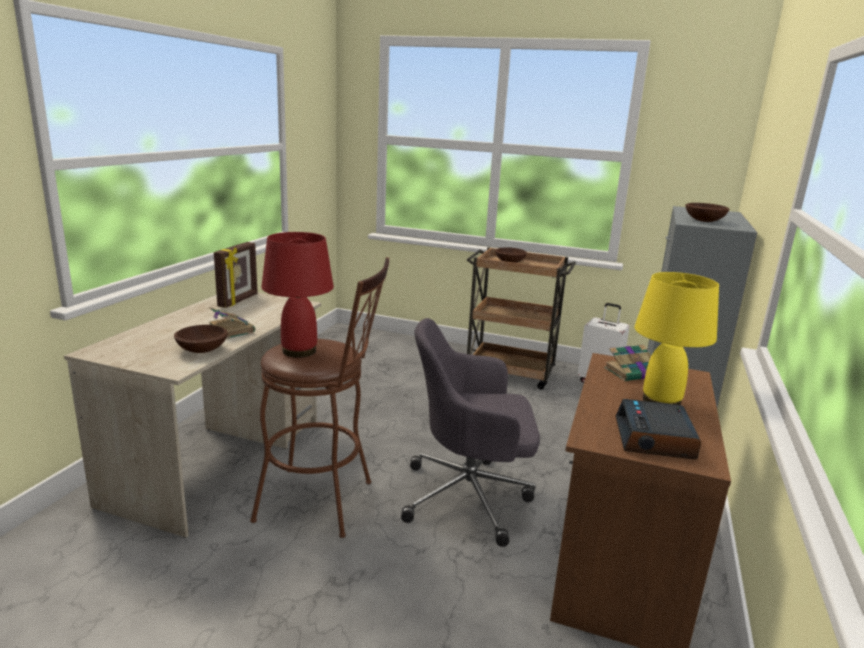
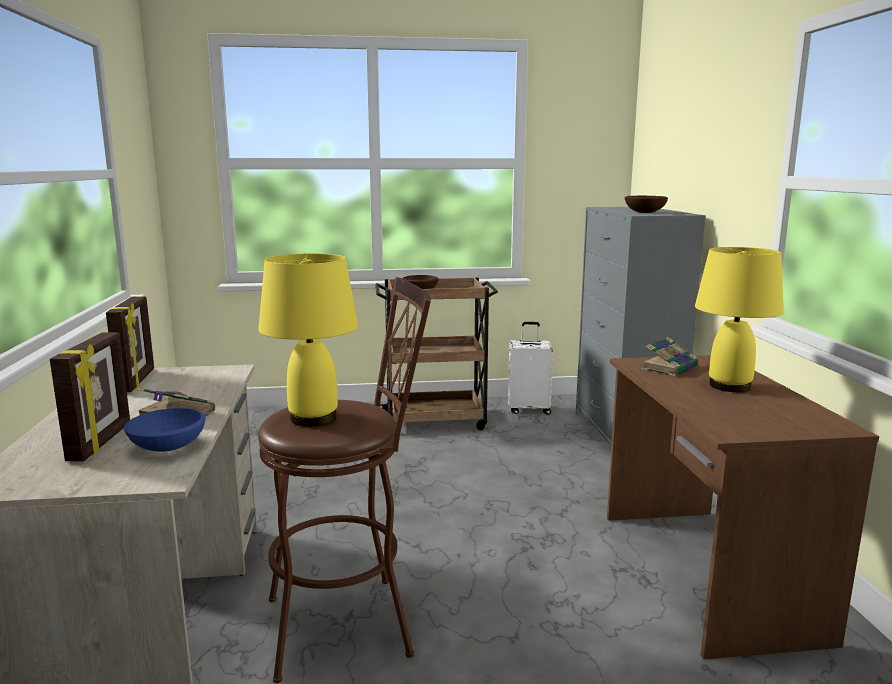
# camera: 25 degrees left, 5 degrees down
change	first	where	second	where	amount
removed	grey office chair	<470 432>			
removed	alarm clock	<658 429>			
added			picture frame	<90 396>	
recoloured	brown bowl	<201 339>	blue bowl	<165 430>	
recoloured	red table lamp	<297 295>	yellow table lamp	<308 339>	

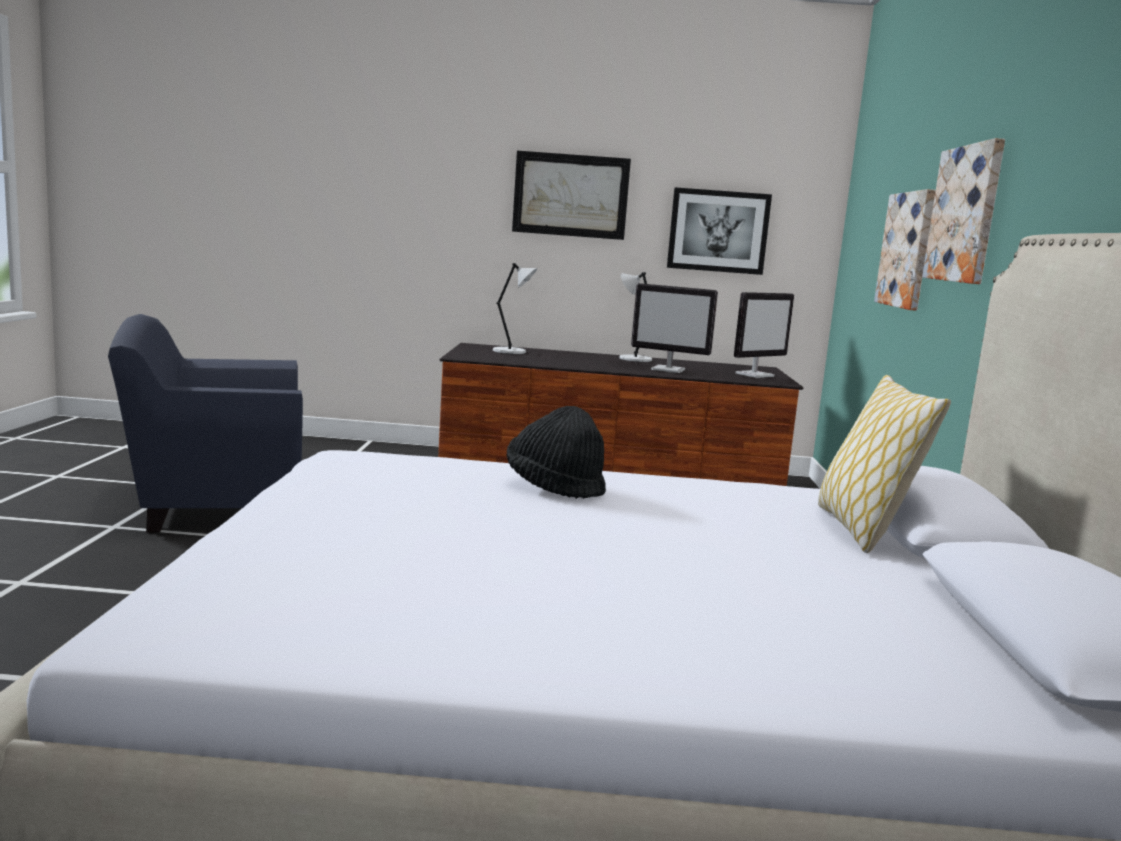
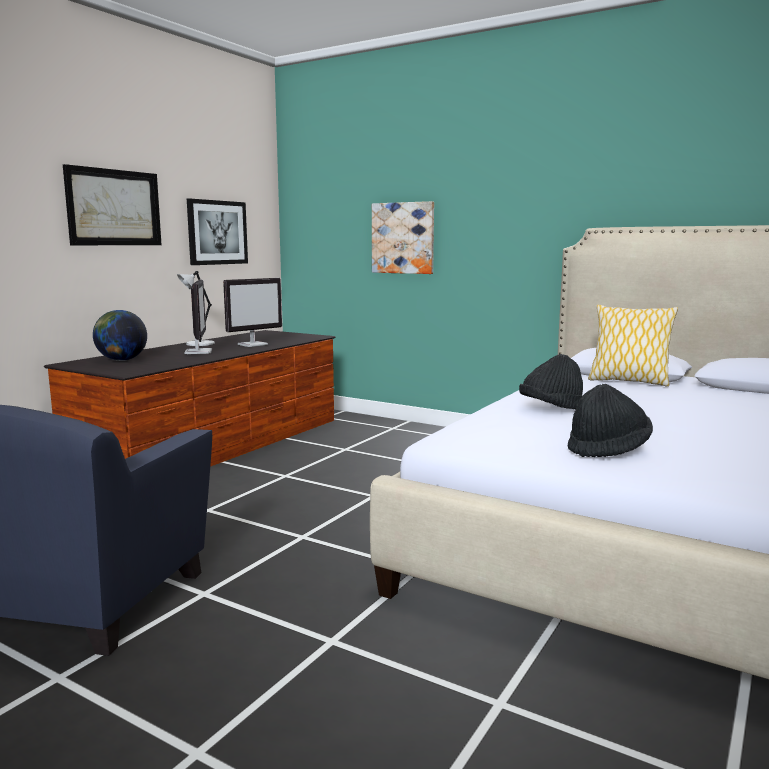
# camera: 60 degrees left, 0 degrees up
change	first	where	second	where	amount
removed	picture	<963 211>			
added			black hat	<610 420>	
moved	monitor	<764 335>		<198 317>	
replaced	grey table lamp	<515 308>	globe	<120 335>	

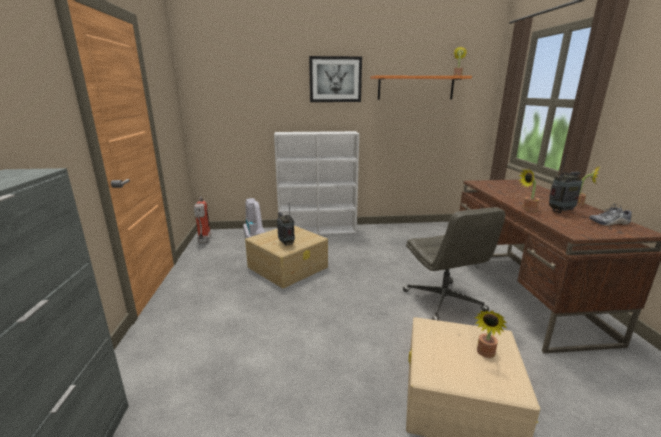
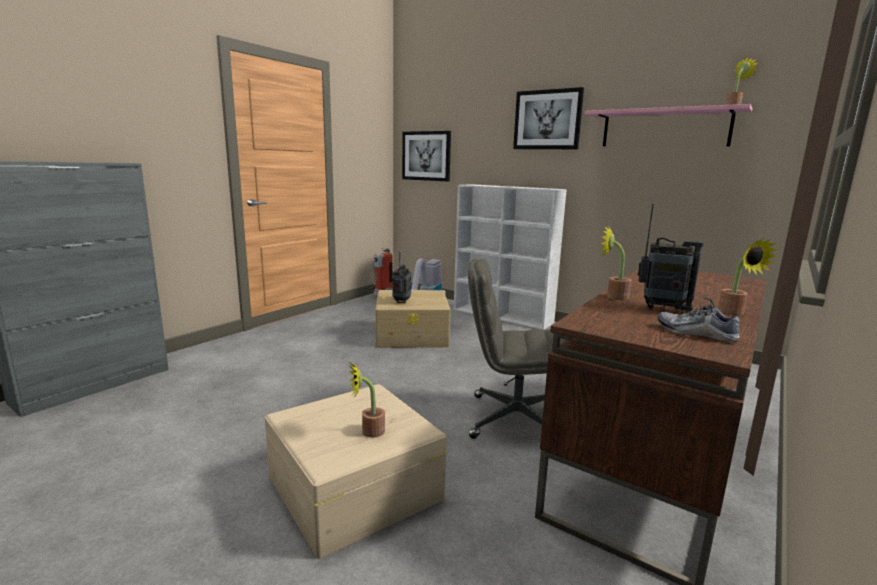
# camera: 40 degrees right, 5 degrees down
change	first	where	second	where	amount
added			picture	<426 156>	
recoloured	orange shelf	<421 88>	pink shelf	<668 125>	
turned	grey office chair	<454 264>		<517 348>	75 degrees clockwise

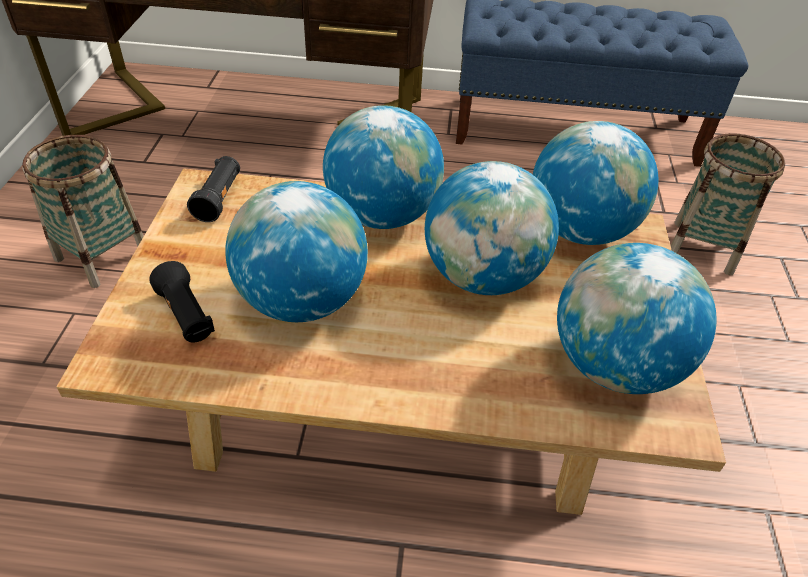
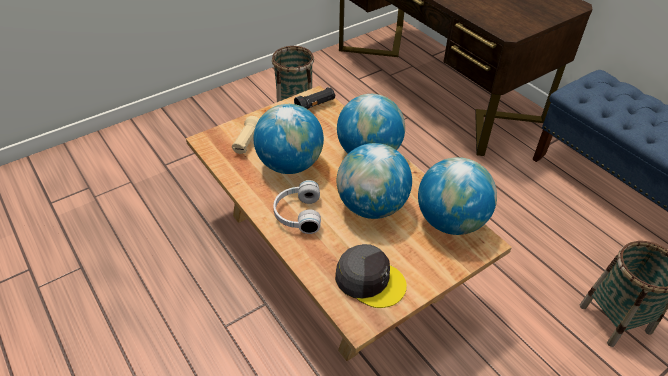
# camera: 50 degrees right, 0 degrees up
change	first	where	second	where	amount
added			white headphones	<297 207>	
replaced	globe	<636 318>	grey cap	<371 276>	
recoloured	black flashlight	<182 301>	beige flashlight	<245 135>	

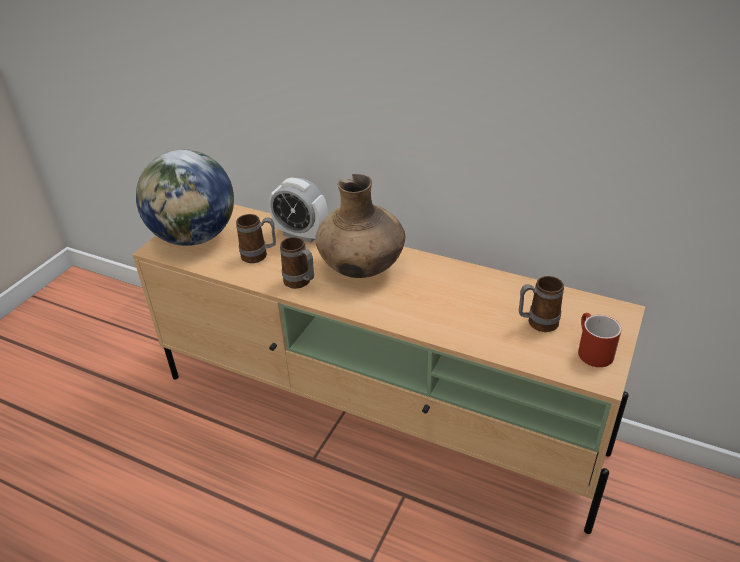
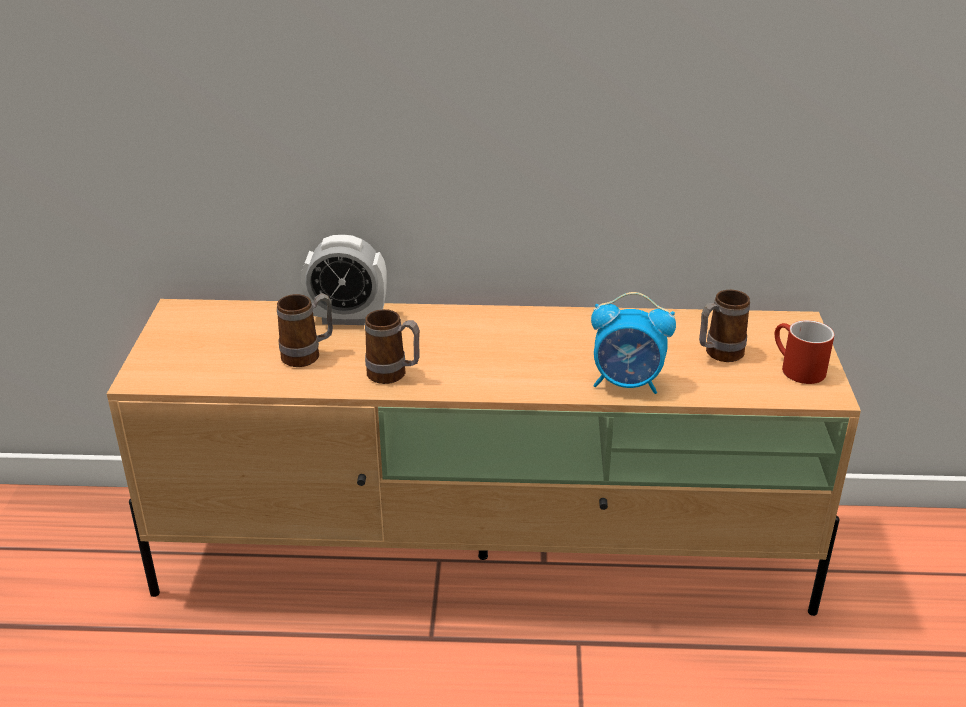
# camera: 25 degrees left, 5 degrees down
change	first	where	second	where	amount
removed	globe	<185 197>			
removed	brown vase	<360 226>			
added			alarm clock	<633 343>	

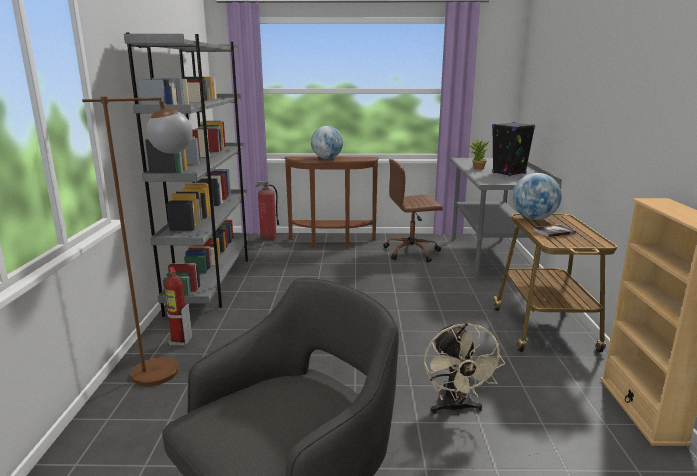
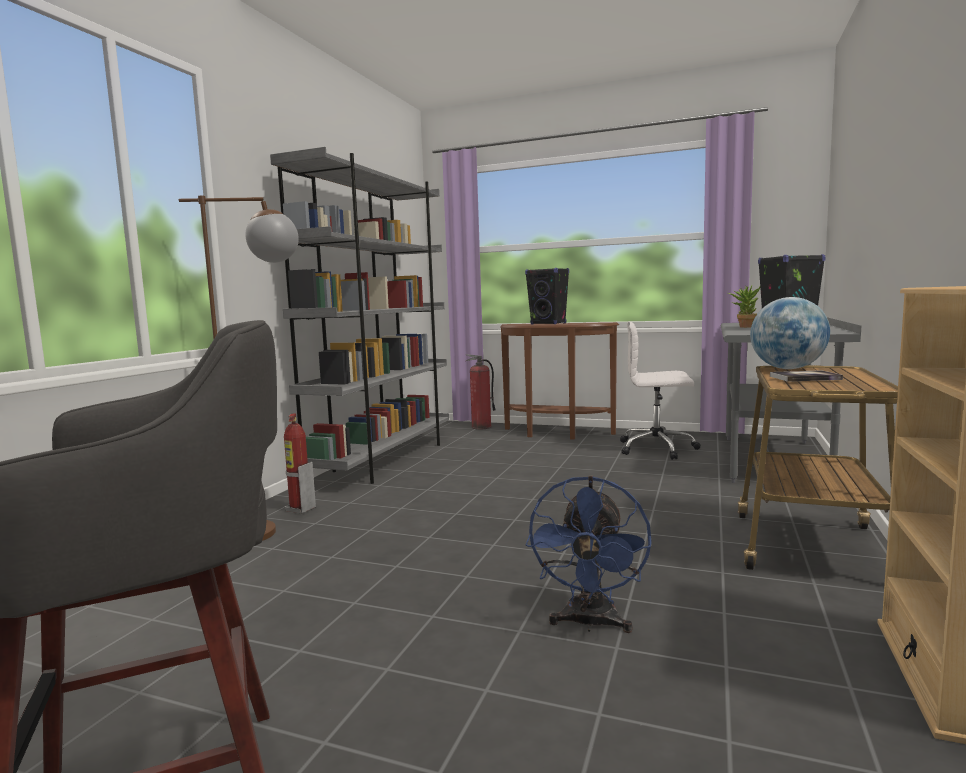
# camera: 20 degrees right, 10 degrees down
change	first	where	second	where	amount
replaced	globe	<327 142>	black speaker	<547 296>	
recoloured	brown office chair	<413 210>	white office chair	<660 390>	
recoloured	beige fan	<464 369>	blue fan	<588 554>	

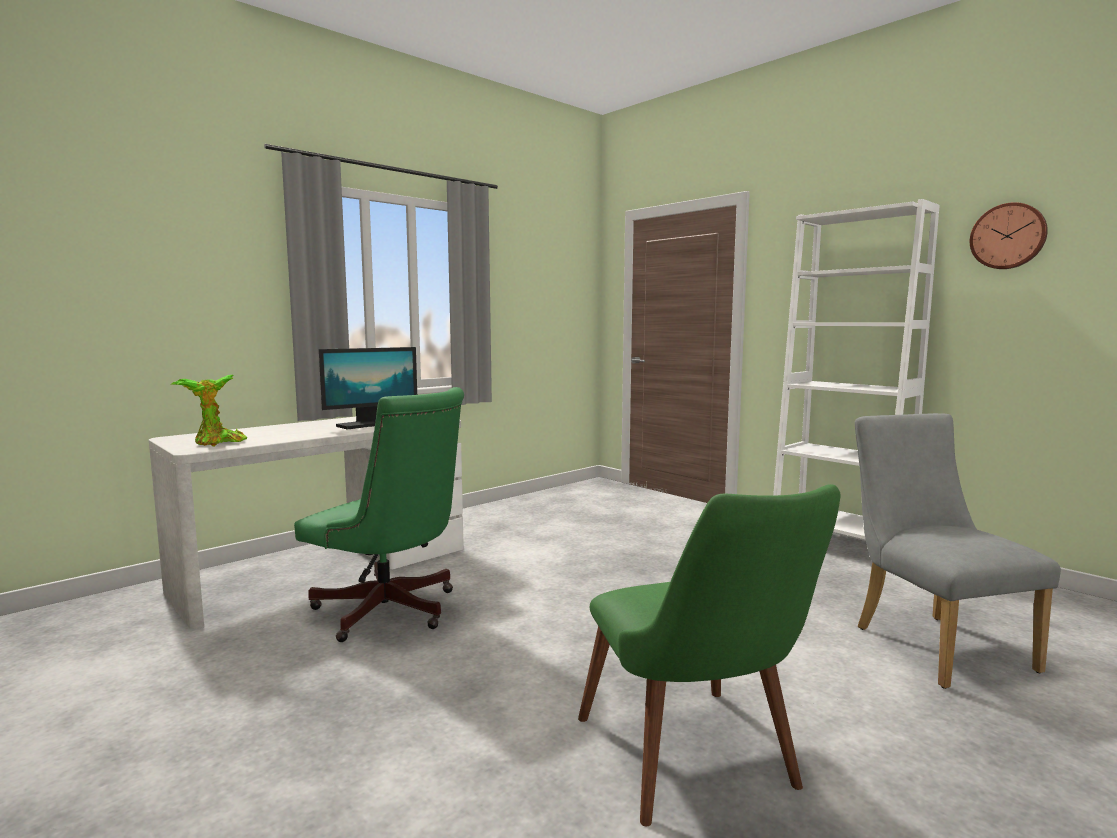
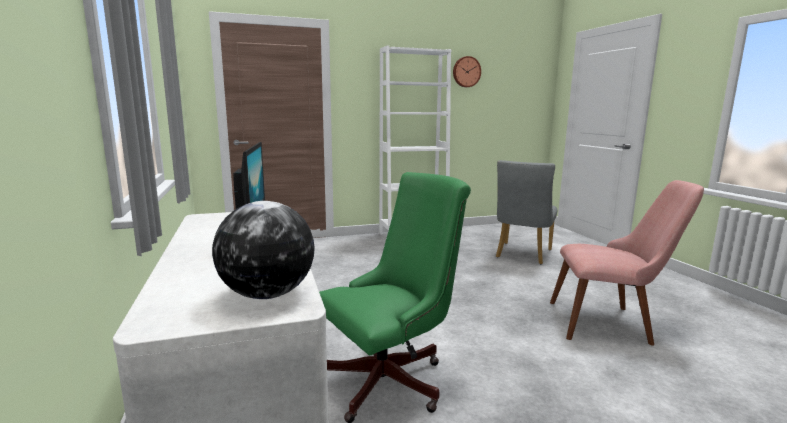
# camera: 65 degrees left, 5 degrees up
change	first	where	second	where	amount
replaced	potted plant	<209 411>	globe	<263 250>	
recoloured	green chair	<709 655>	pink chair	<627 263>	
turned	grey chair	<958 551>		<526 212>	75 degrees counterclockwise

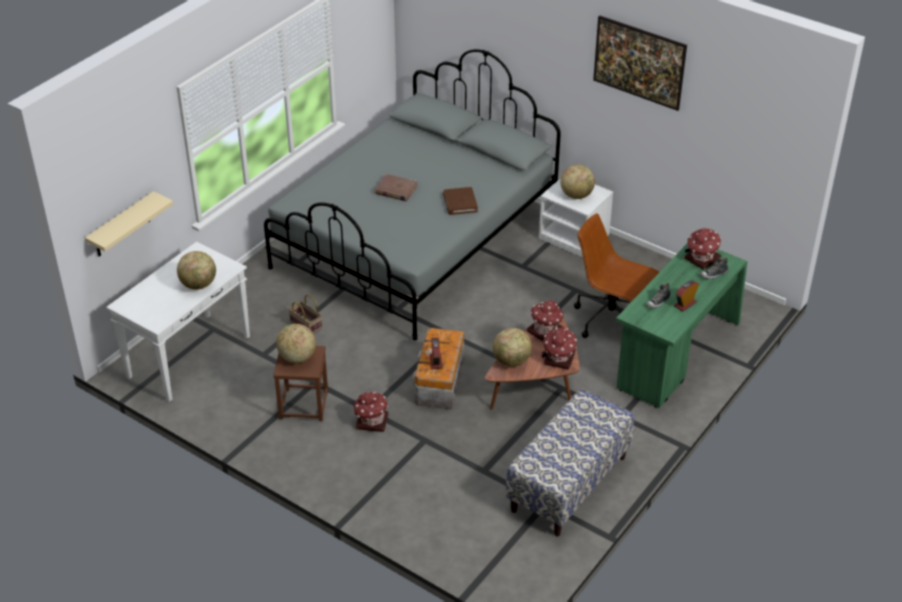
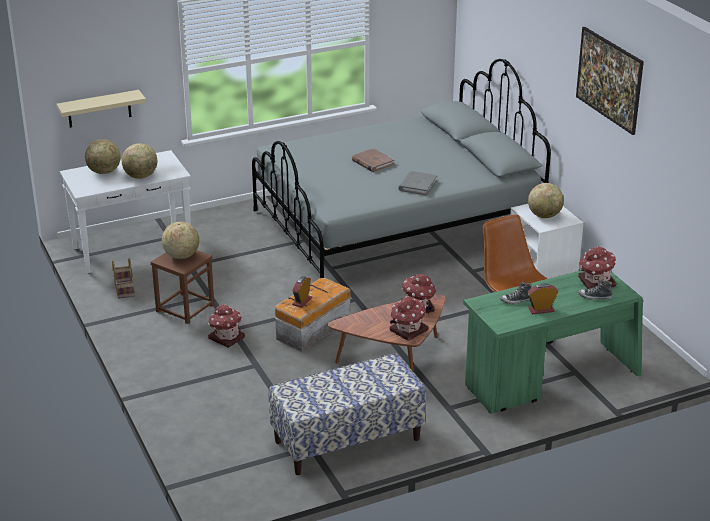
# camera: 30 degrees right, 10 degrees down
change	first	where	second	where	amount
moved	basket	<305 314>		<123 278>	
moved	globe	<512 347>		<103 156>	
recoloured	brown book	<460 201>	grey book	<417 183>	

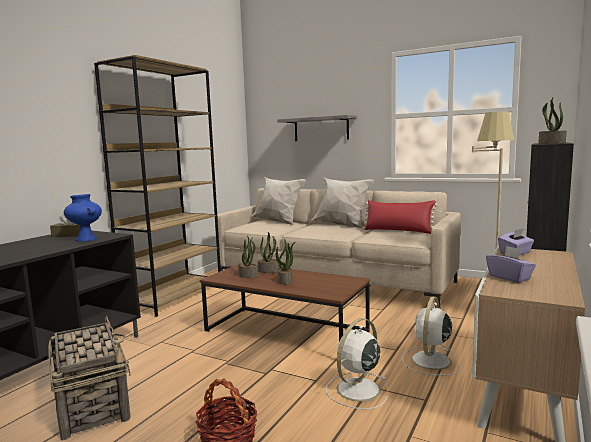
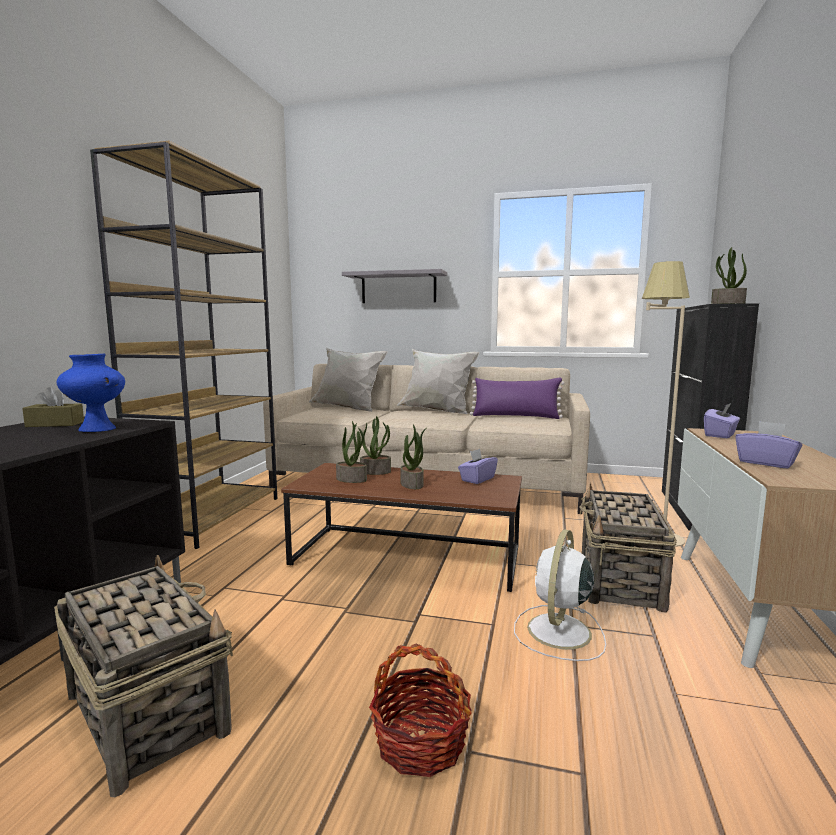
# camera: 15 degrees left, 0 degrees up
change	first	where	second	where	amount
added			purple tissue box	<478 466>	
replaced	white fan	<432 336>	basket	<628 547>	
recoloured	red pillow	<400 217>	purple pillow	<517 398>	

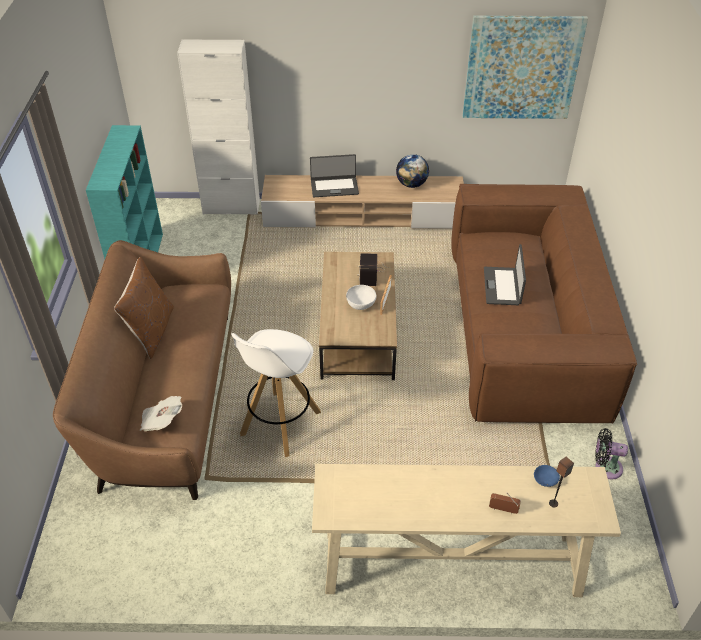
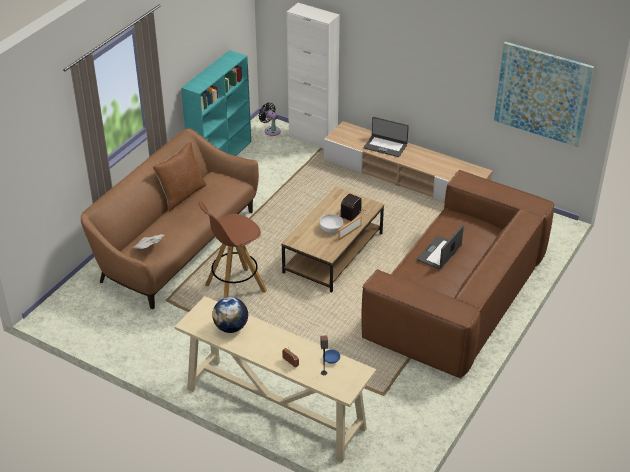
# camera: 30 degrees right, 5 degrees down
change	first	where	second	where	amount
moved	globe	<412 171>		<230 315>	
moved	black fan	<611 454>		<270 119>	
recoloured	white stool	<276 393>	brown stool	<233 249>	

